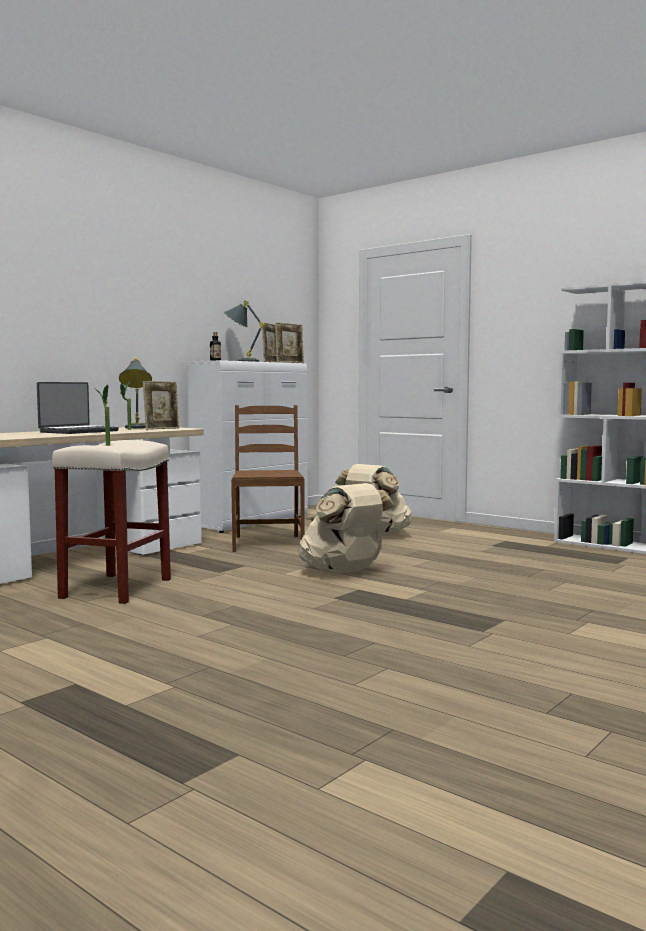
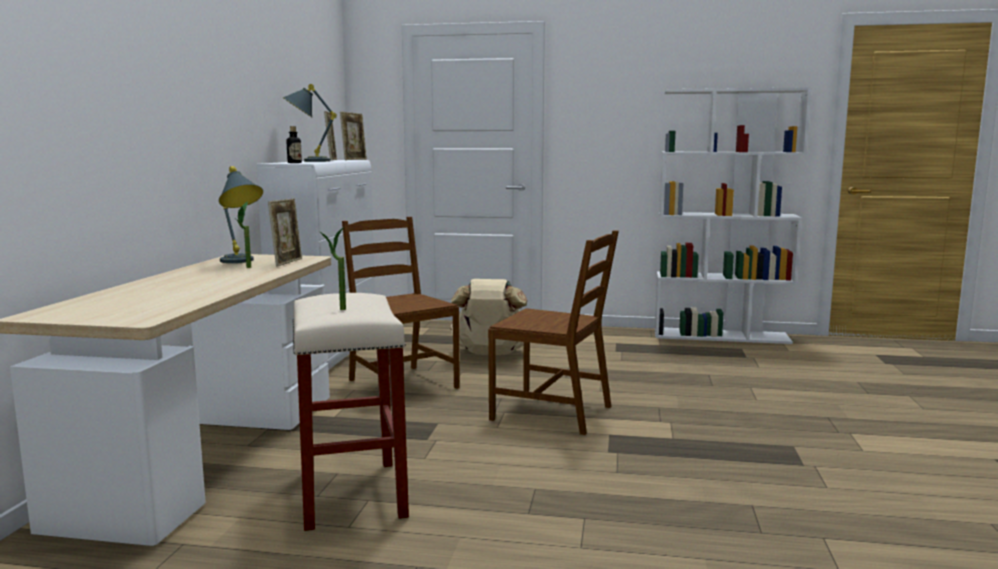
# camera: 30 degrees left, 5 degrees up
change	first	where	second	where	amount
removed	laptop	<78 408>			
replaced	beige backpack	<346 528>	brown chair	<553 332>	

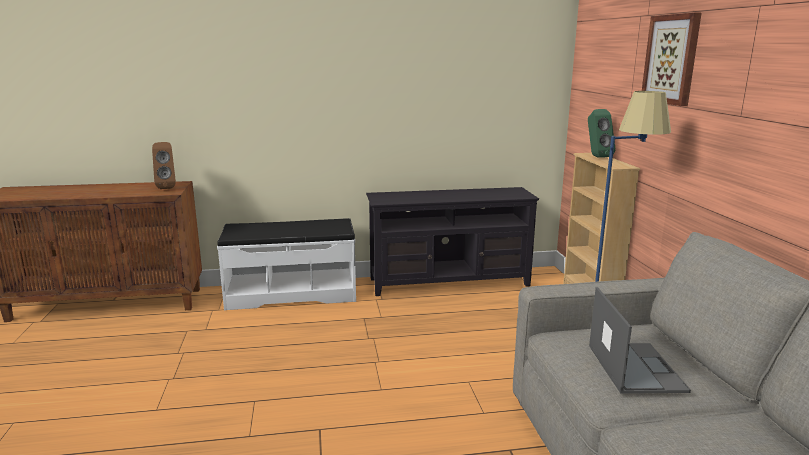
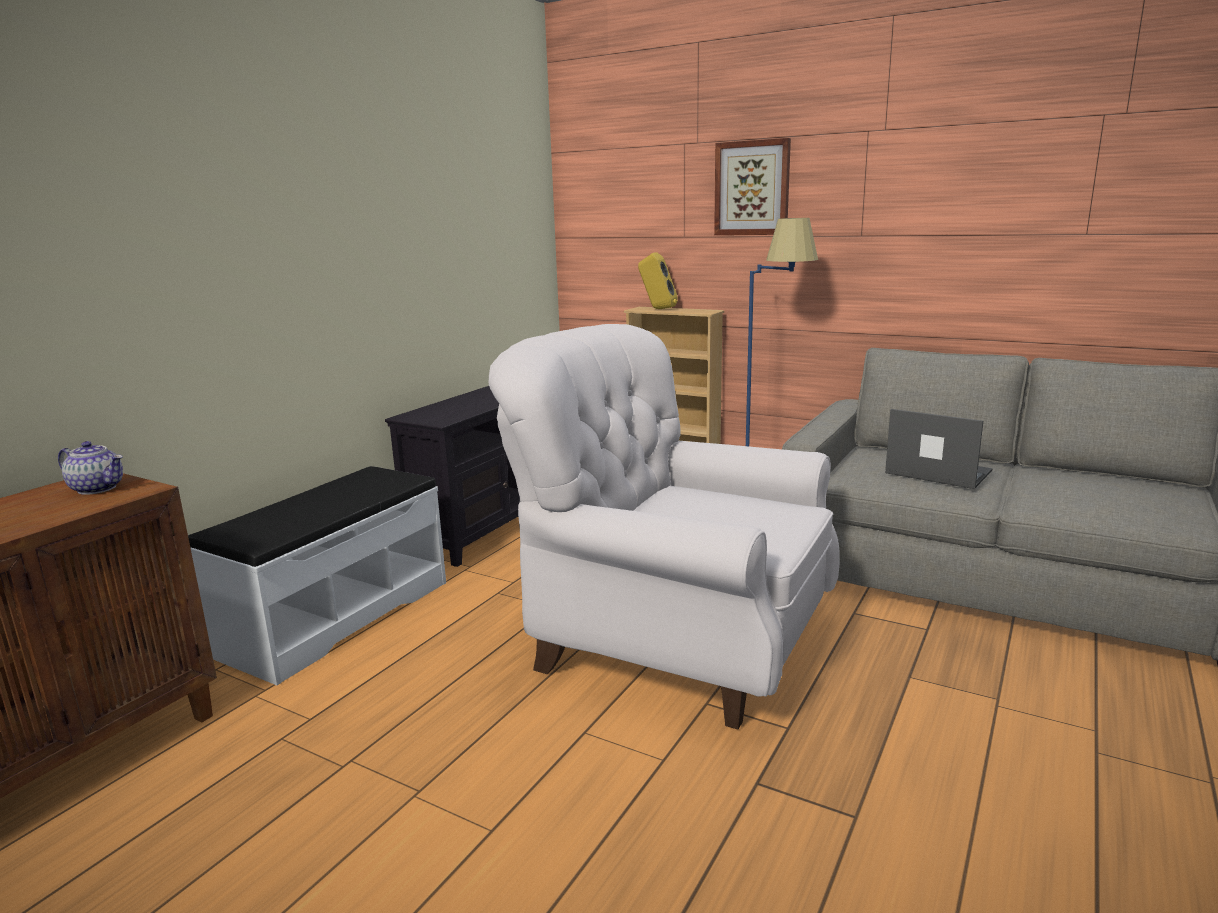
# camera: 50 degrees left, 0 degrees up
change	first	where	second	where	amount
added			white armchair	<664 526>	
replaced	brown speaker	<164 165>	teapot	<90 468>	
recoloured	green speaker	<602 133>	yellow speaker	<658 281>	

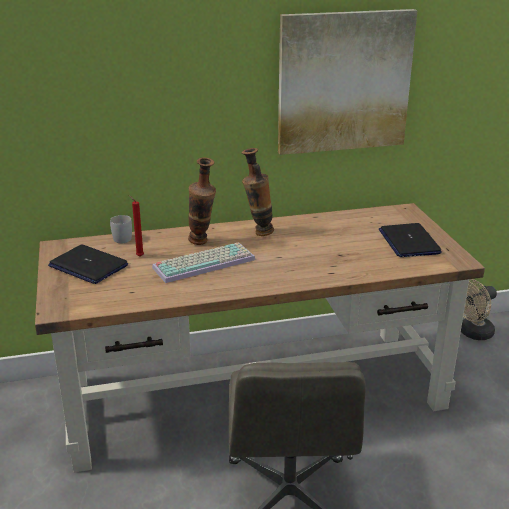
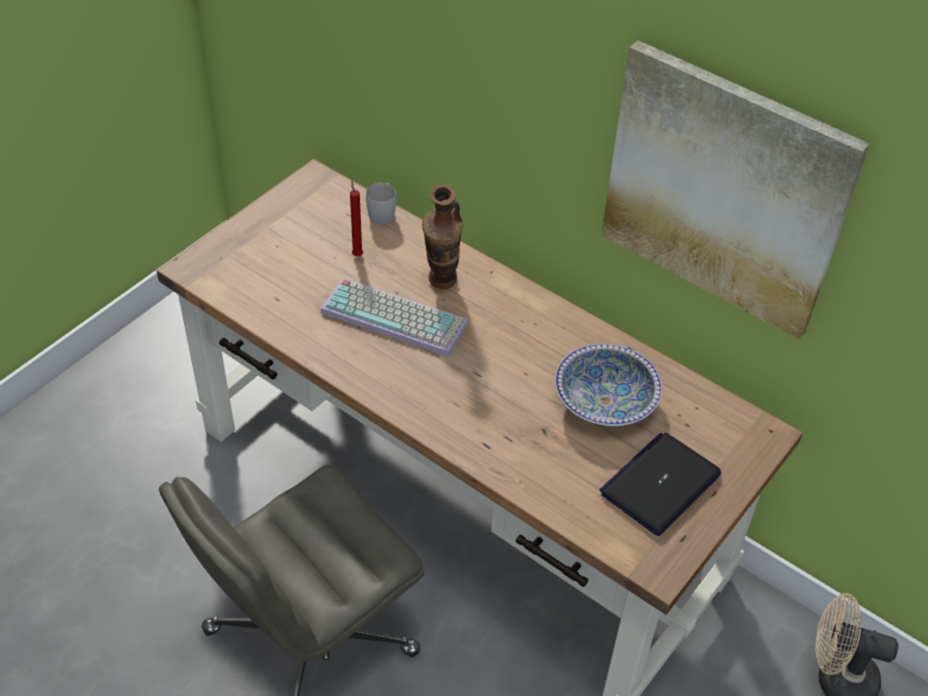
# camera: 50 degrees right, 20 degrees up
change	first	where	second	where	amount
removed	laptop	<88 264>			
removed	vase	<257 192>			
added			bowl	<608 385>	

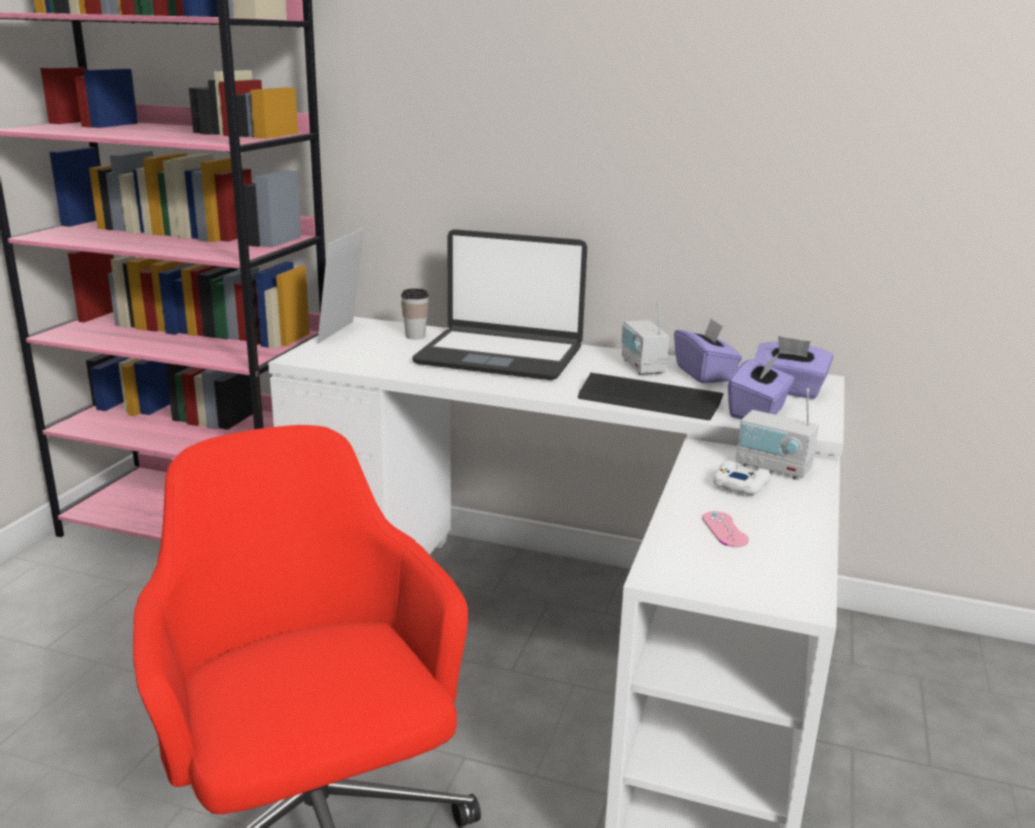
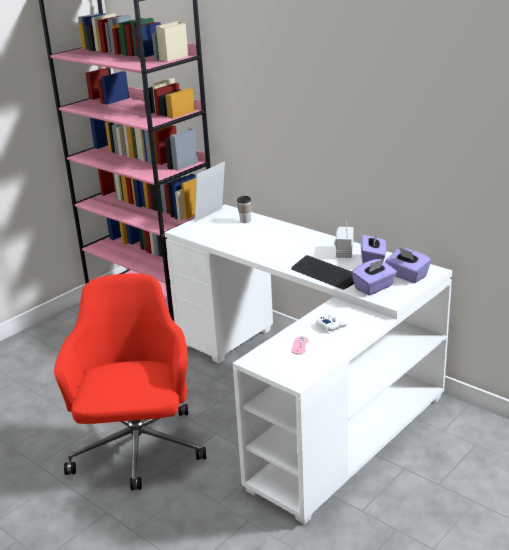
# camera: 25 degrees right, 5 degrees up
change	first	where	second	where	amount
removed	laptop	<499 304>			
removed	radio	<777 434>			

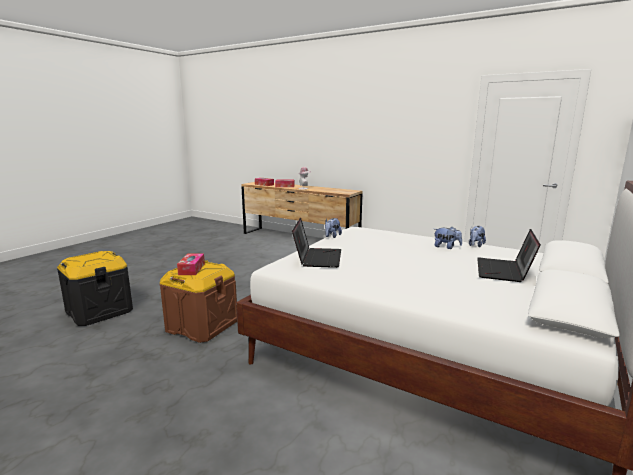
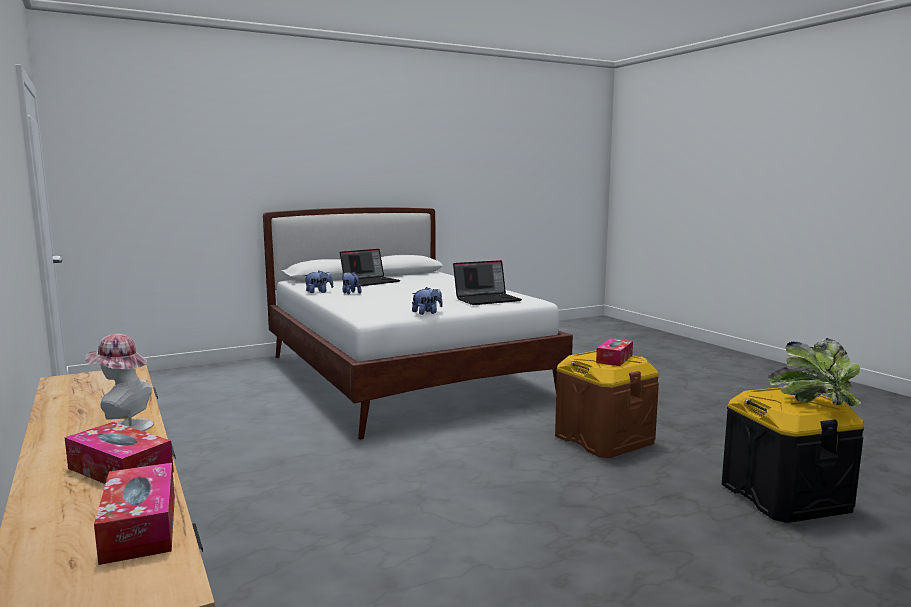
# camera: 150 degrees left, 5 degrees down
change	first	where	second	where	amount
added			potted plant	<814 372>	
turned	laptop	<316 243>		<487 282>	150 degrees counterclockwise

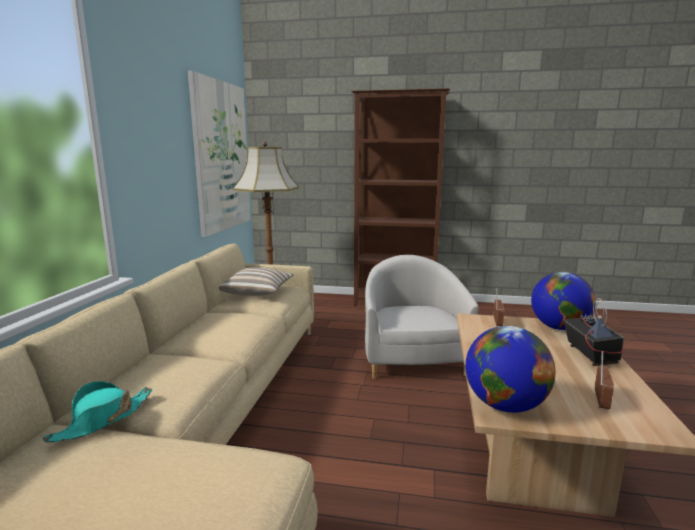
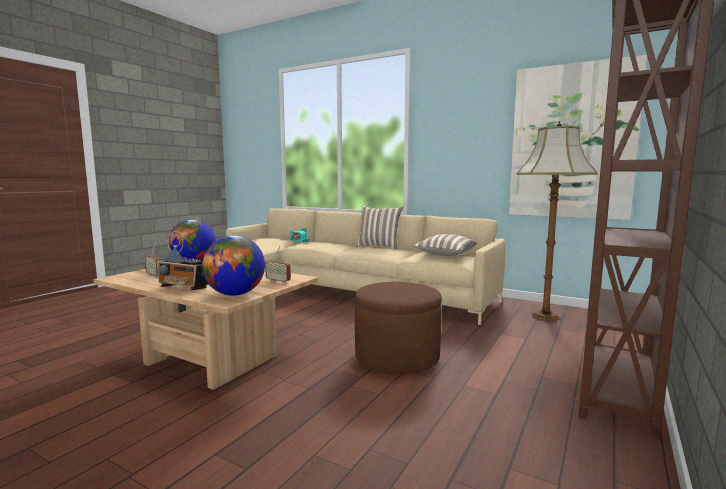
# camera: 110 degrees right, 5 degrees down
change	first	where	second	where	amount
added			pillow	<380 227>	
replaced	white armchair	<422 317>	brown ottoman	<398 328>	

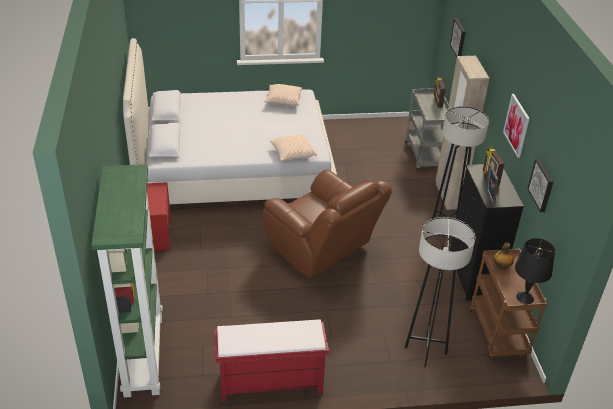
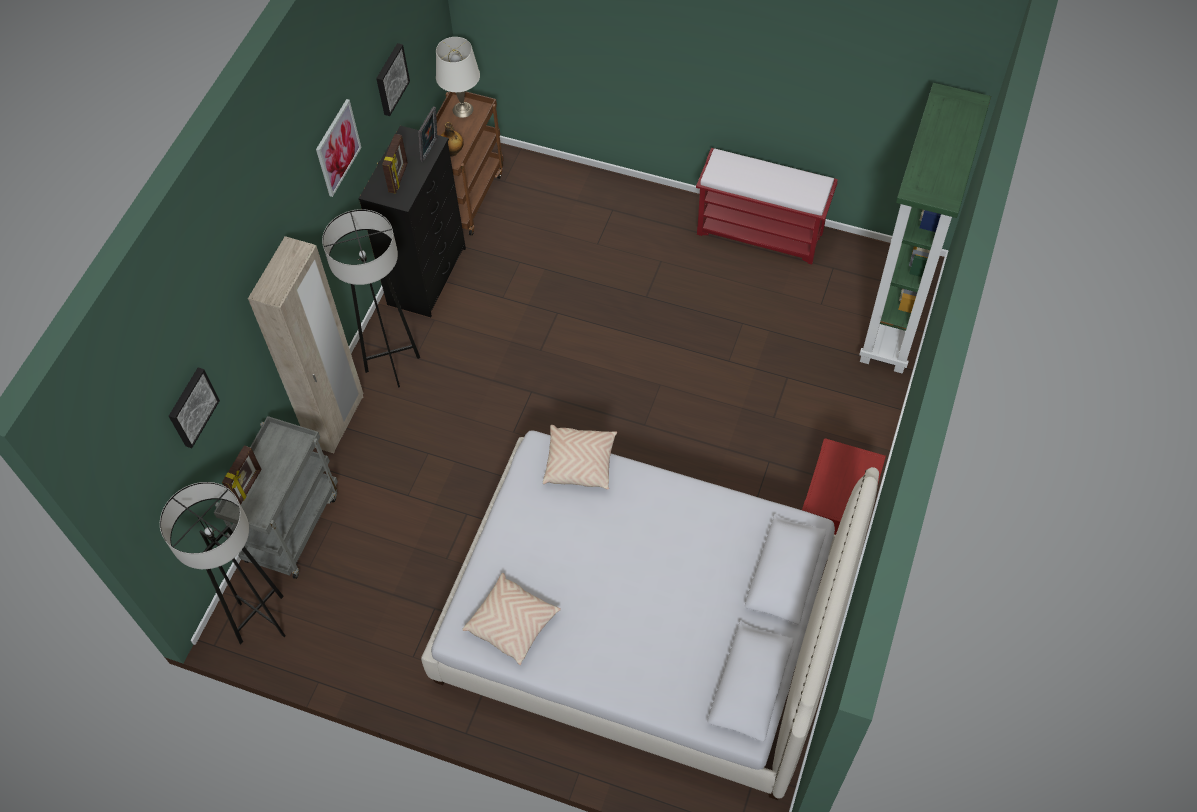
# camera: 150 degrees left, 20 degrees up
change	first	where	second	where	amount
removed	brown armchair	<327 224>			
moved	grey floor lamp	<440 292>		<222 563>	
recoloured	black table lamp	<535 271>	white table lamp	<458 77>	

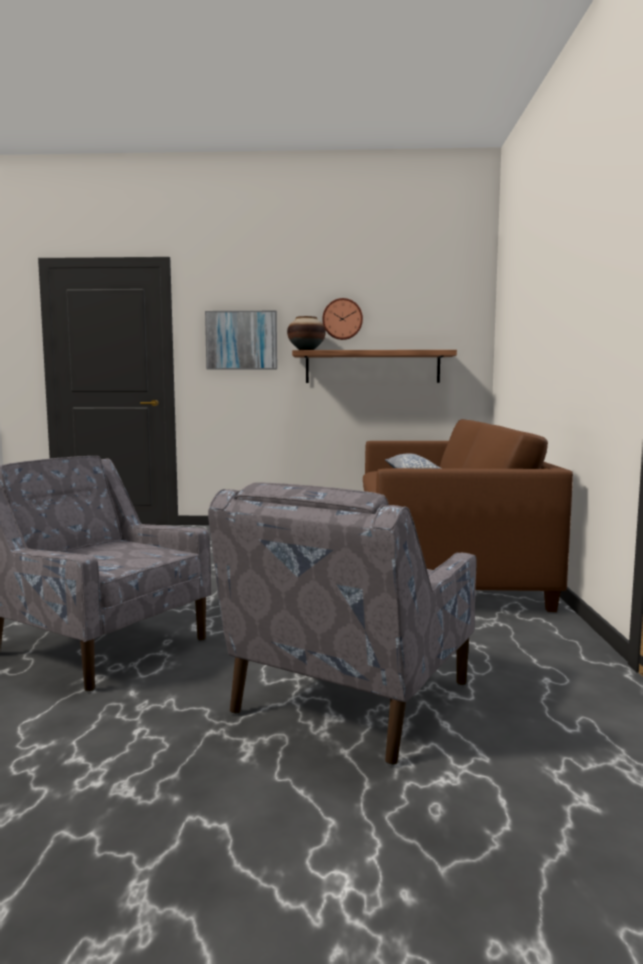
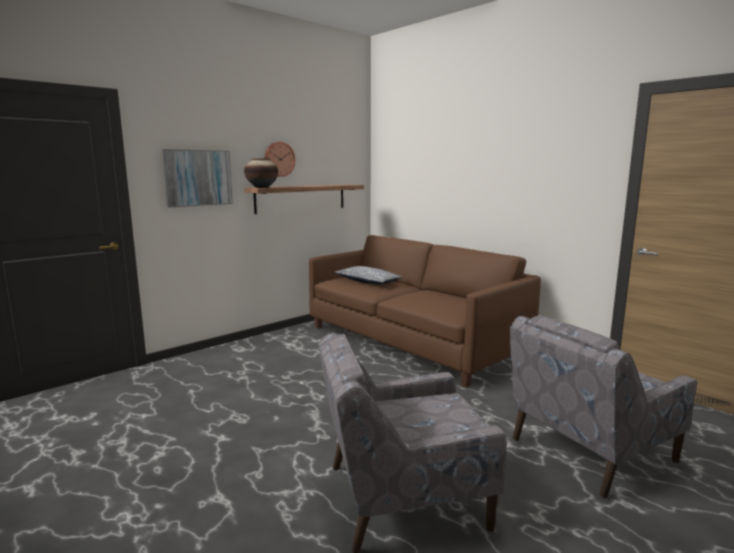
# camera: 45 degrees left, 5 degrees up
change	first	where	second	where	amount
turned	grey armchair	<342 623>		<603 406>	75 degrees clockwise

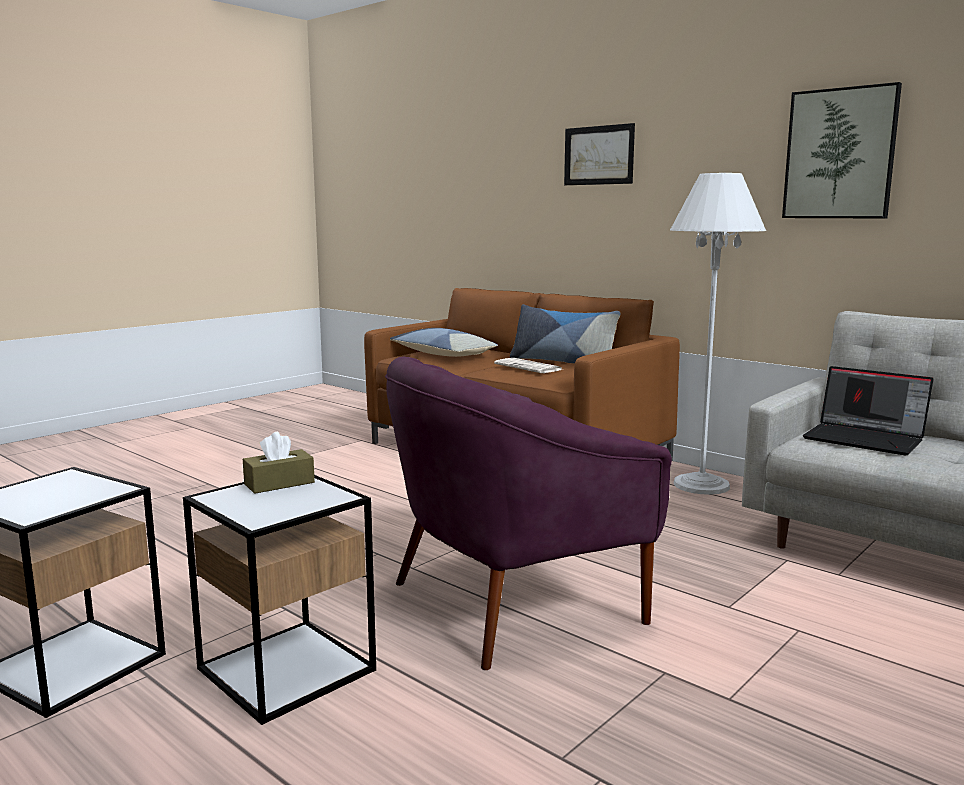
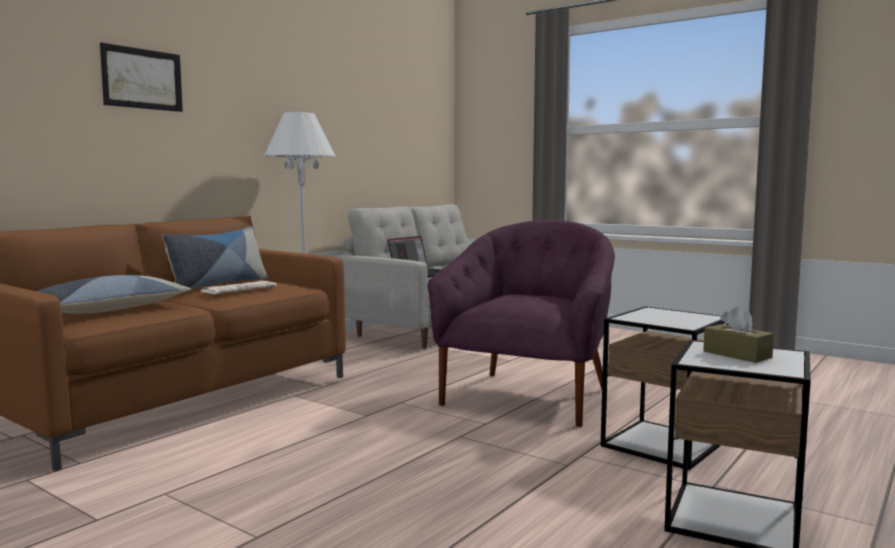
# camera: 95 degrees left, 5 degrees down
change	first	where	second	where	amount
removed	picture	<842 150>			
moved	brown tissue box	<279 463>		<738 335>	
turned	purple armchair	<528 513>		<521 323>	120 degrees counterclockwise

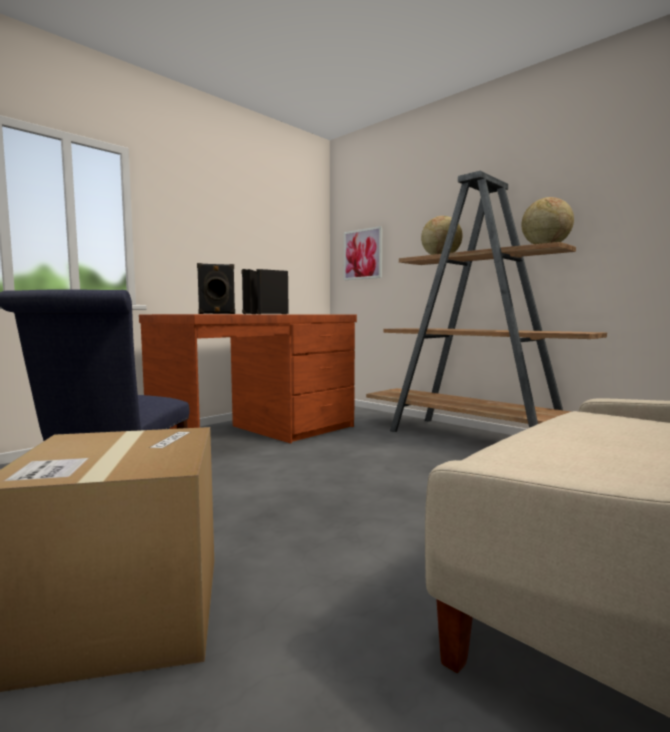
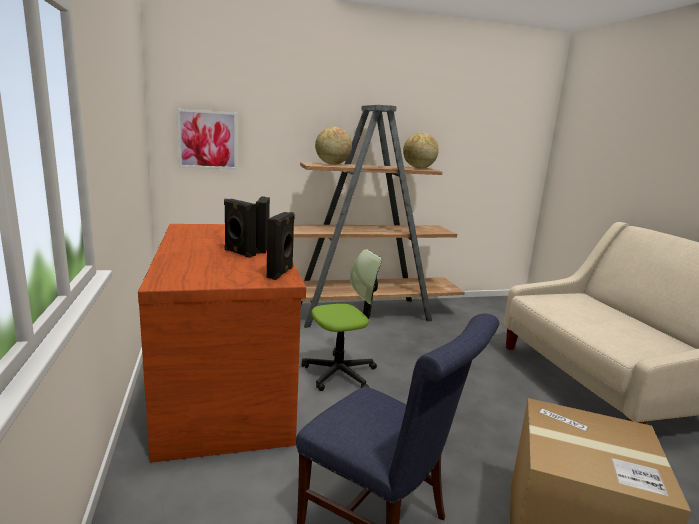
# camera: 60 degrees left, 10 degrees up
change	first	where	second	where	amount
added			office chair	<341 320>	

